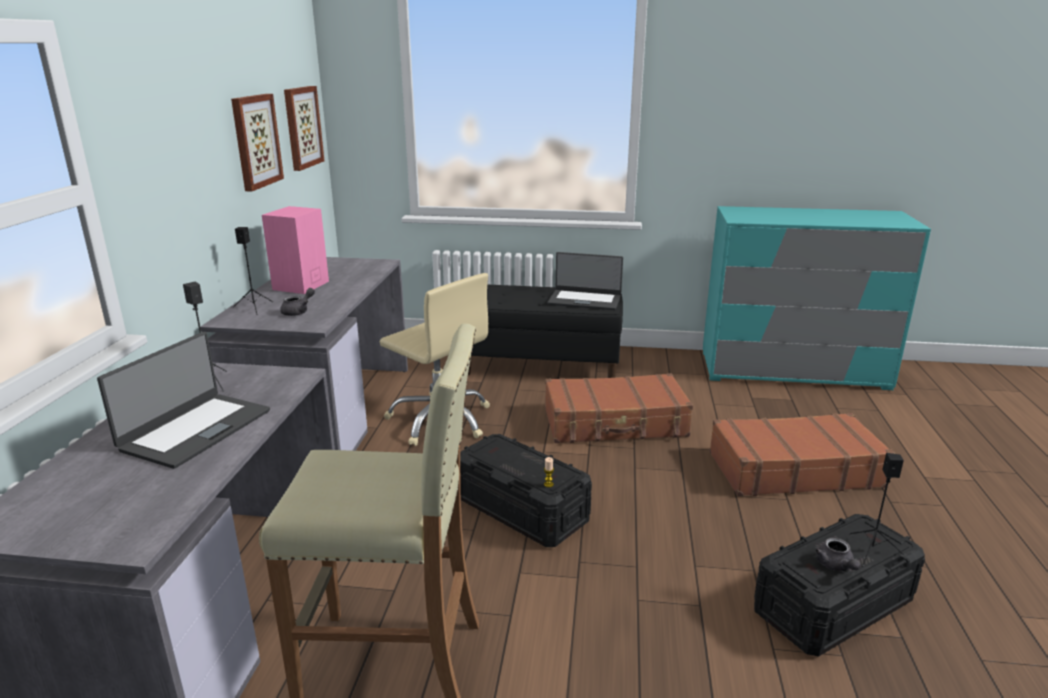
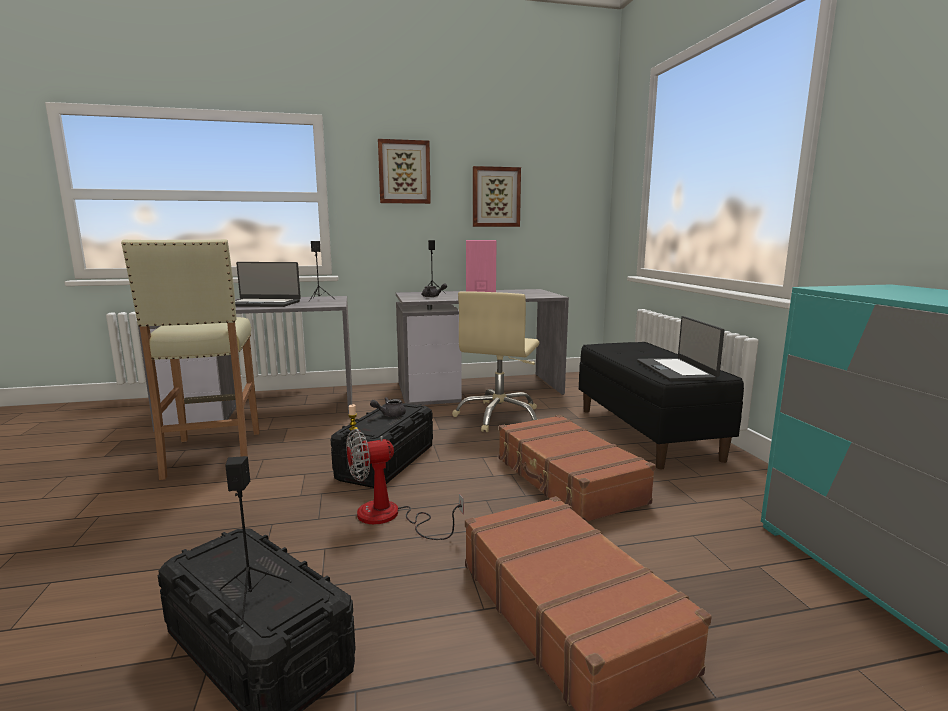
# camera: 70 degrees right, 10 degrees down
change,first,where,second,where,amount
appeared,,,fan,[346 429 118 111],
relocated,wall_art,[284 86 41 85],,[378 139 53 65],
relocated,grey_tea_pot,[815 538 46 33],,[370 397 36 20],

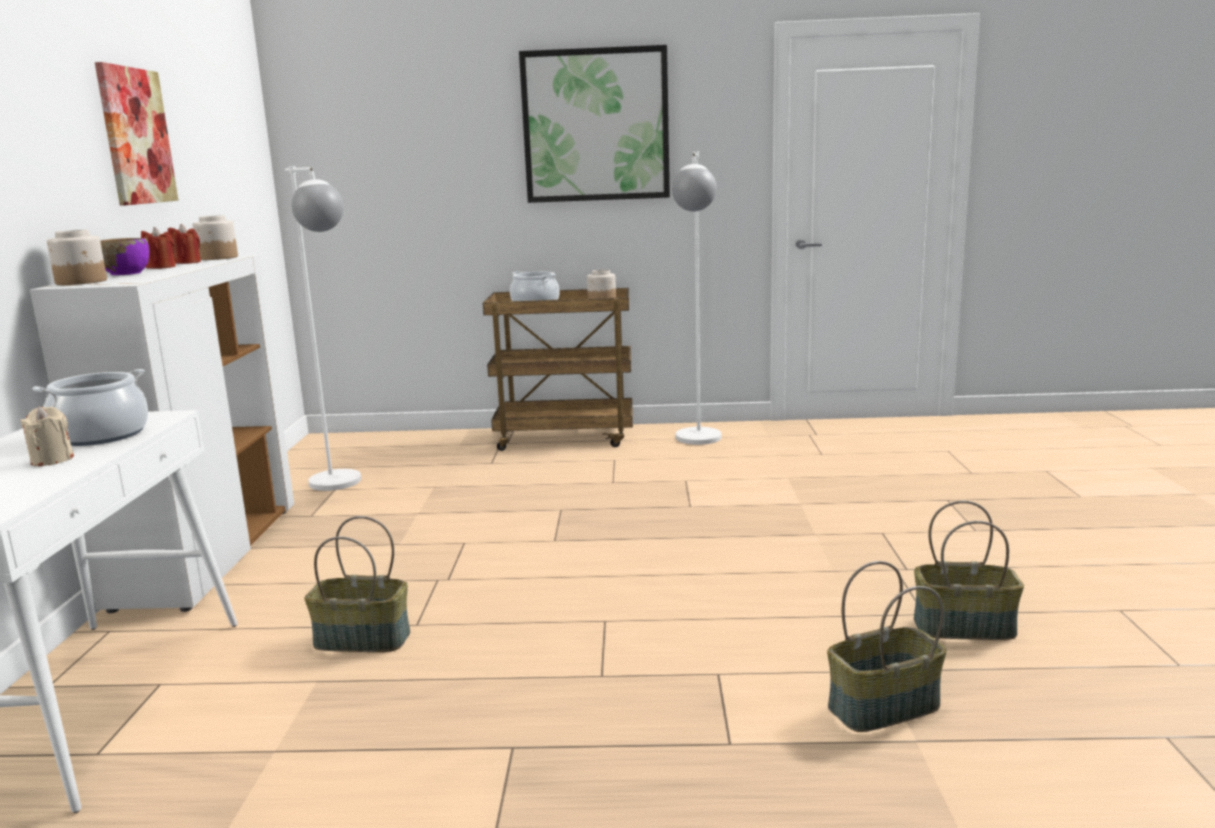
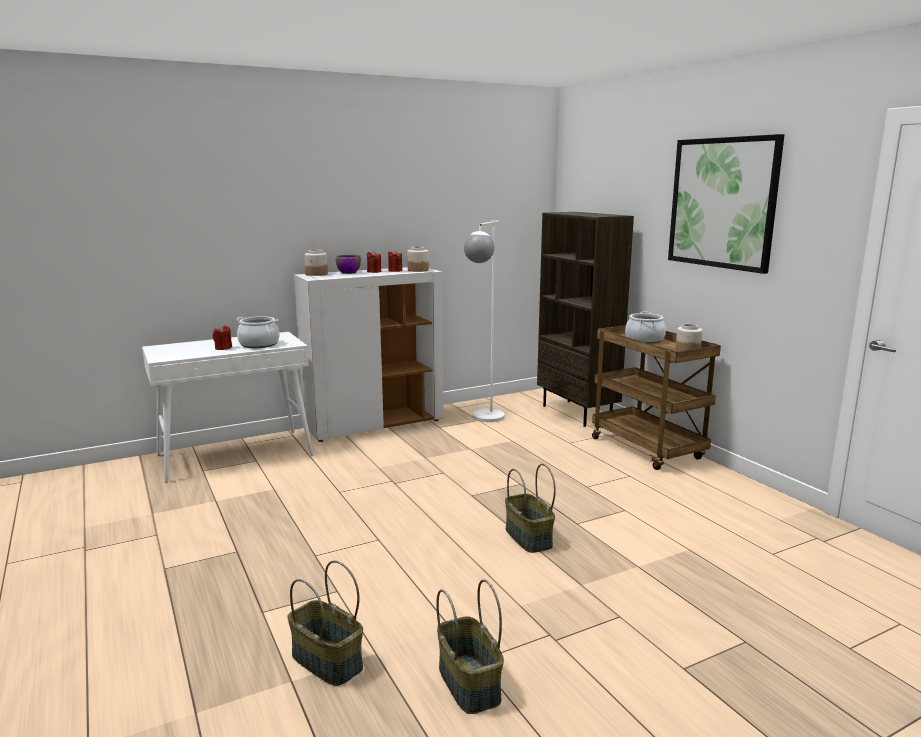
# camera: 60 degrees right, 0 degrees up
change,first,where,second,where,amount
missing,wall_art,[95 62 83 144],,,
missing,white-coloured_floor_lamp,[672 151 49 294],,,
appeared,,,brown_shelving_unit,[537 212 97 215],
relocated,basket,[304 516 106 136],,[505 464 51 89],
colour,beige_wax_candle,[20 406 54 60],red-coloured_wax_candle,[213 325 19 25],

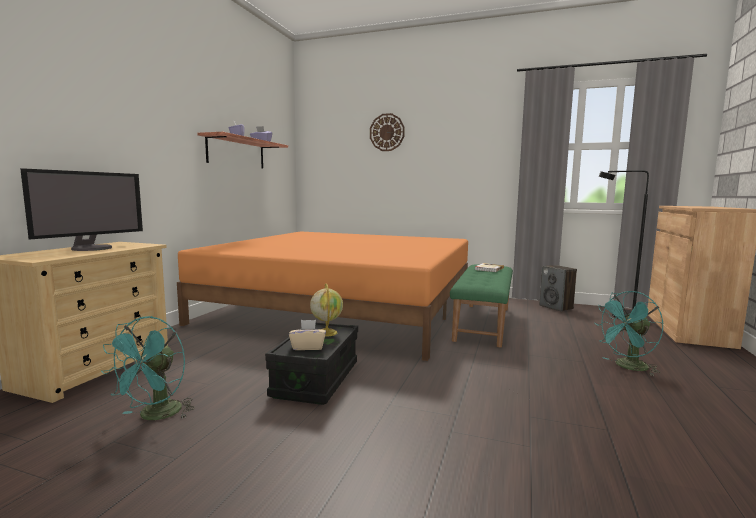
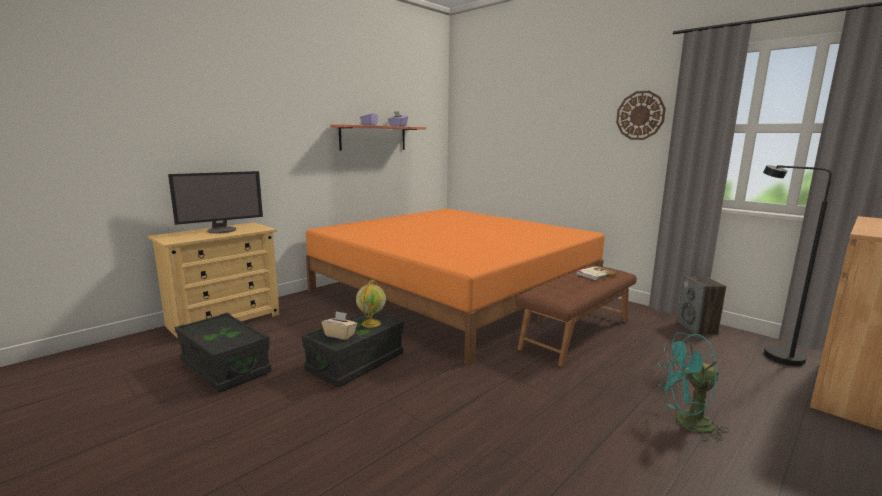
# camera: 25 degrees right, 5 degrees up
change,first,where,second,where,amount
relocated,hanging_clock,[370 113 35 38],,[616 91 50 49],
exchanged,blue-green_fan,[101 316 94 104],black-coloured_storage_container,[175 313 97 79],
colour,greenish_indoor_bench,[450 264 63 83],brown_indoor_bench,[515 265 122 101],

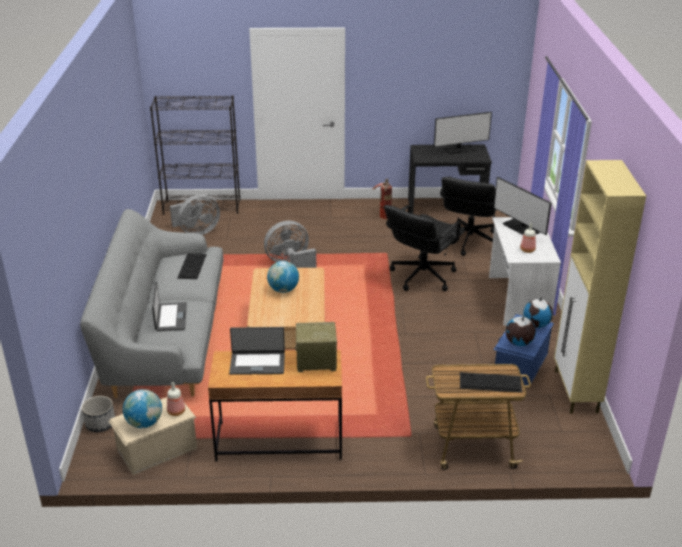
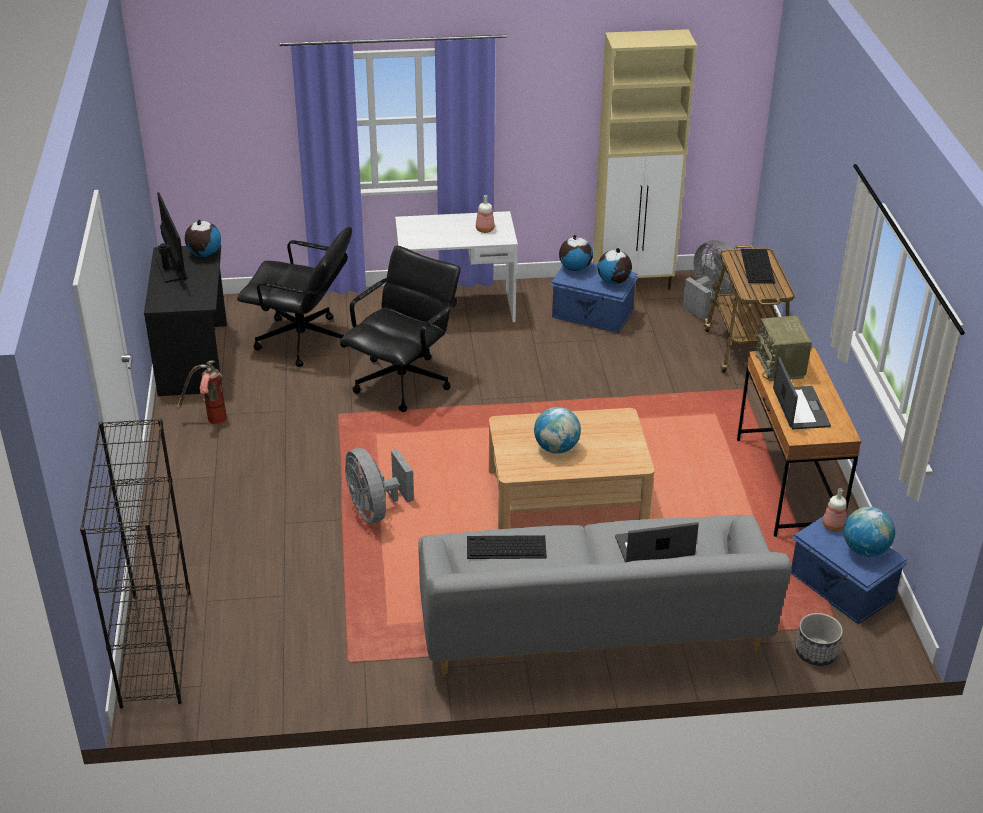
# camera: 95 degrees left, 5 degrees up
change,first,where,second,where,amount
missing,monitor,[494 177 57 58],,,
appeared,,,world_globe,[185 219 36 38],
relocated,grey_fan,[170 194 50 41],,[682 240 61 81],
colour,beige_storage_container,[108 397 89 78],blue_storage_container,[791 516 116 108],
spun,black-coloured_desk_chair,[384 205 81 86],,[340 246 121 166],90 degrees counterclockwise

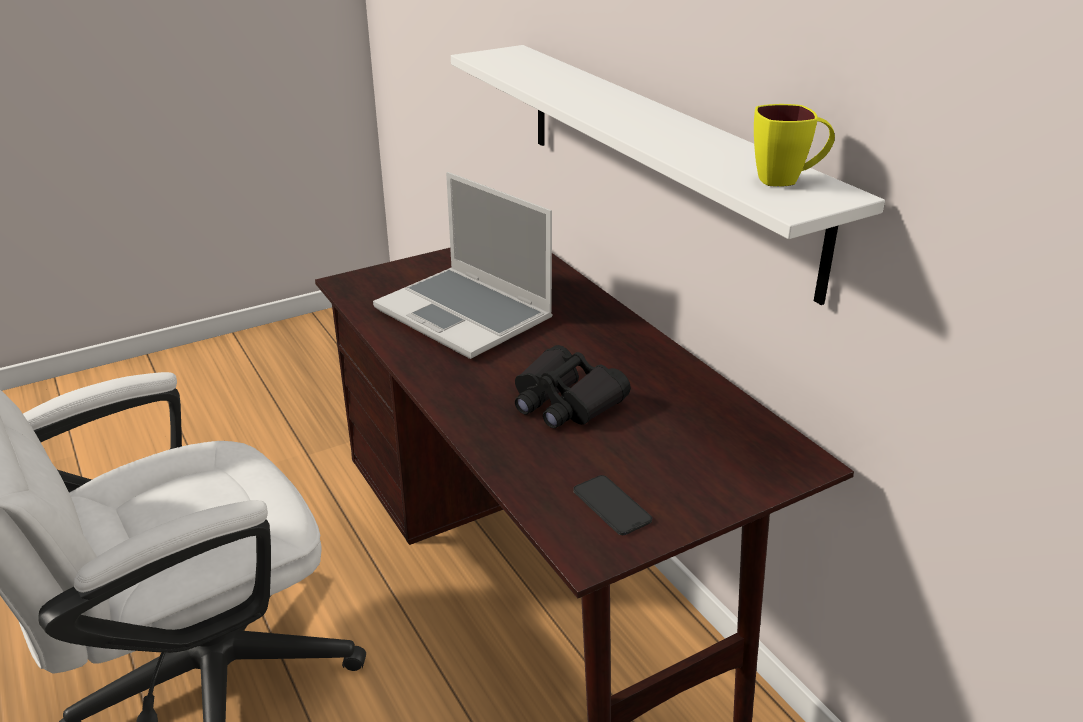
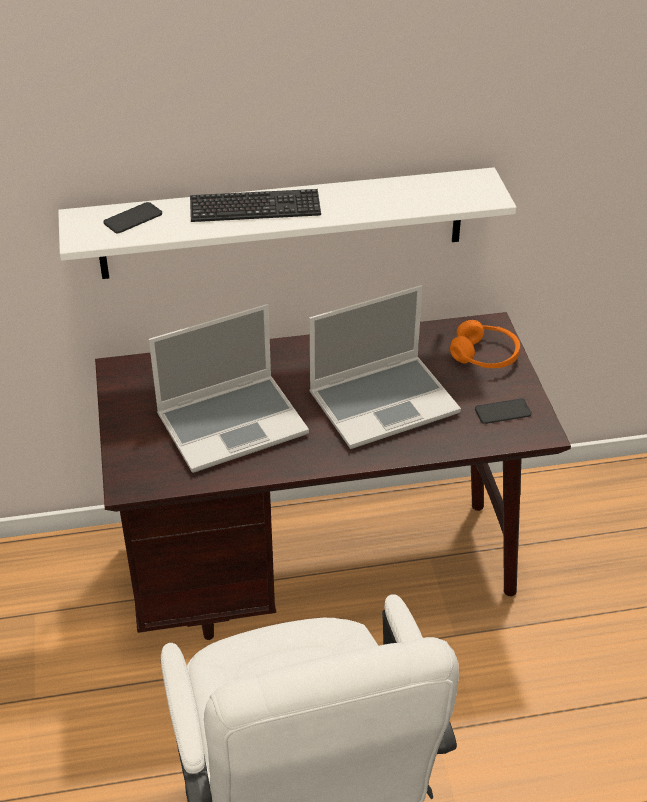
# camera: 70 degrees left, 10 degrees up
change,first,where,second,where,amount
missing,yellowish_mug,[754 104 81 83],,,
appeared,,,phone,[103 202 59 31],
appeared,,,keyboard,[190 189 131 33],
appeared,,,orange_pair_of_headphones,[450 320 70 48],
exchanged,black-coloured_field_glasses,[515 345 116 83],laptop,[309 285 152 164],

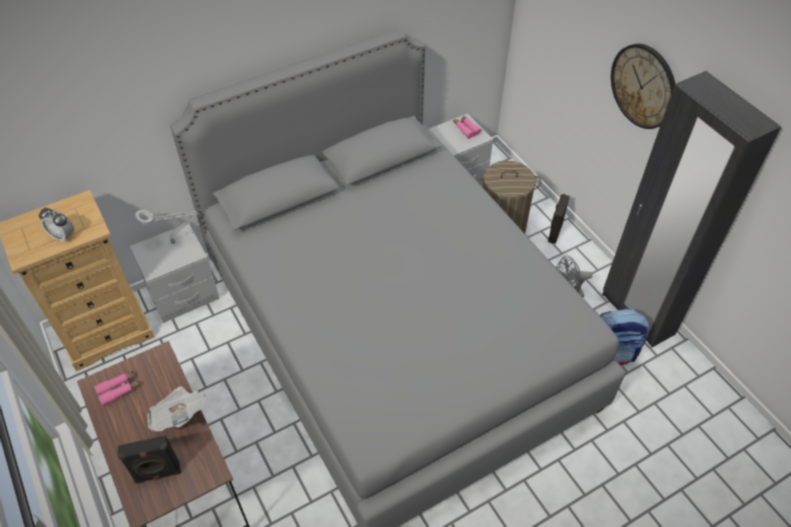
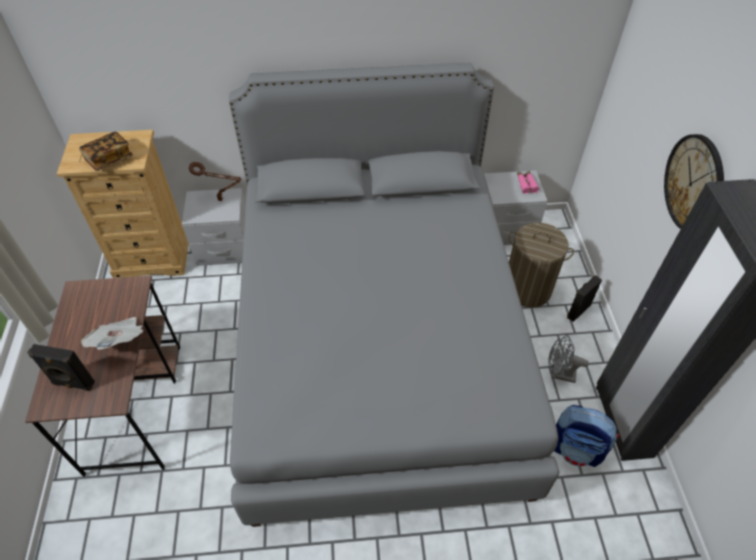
# camera: 25 degrees right, 0 degrees up
change,first,where,second,where,amount
missing,pinkish_field_glasses,[94 371 46 35],,,
exchanged,bedside_clock,[39 208 35 34],bound_book,[79 132 54 39],
colour,grey_tabletop_lamp,[135 210 63 34],brown_tabletop_lamp,[189 162 52 39],

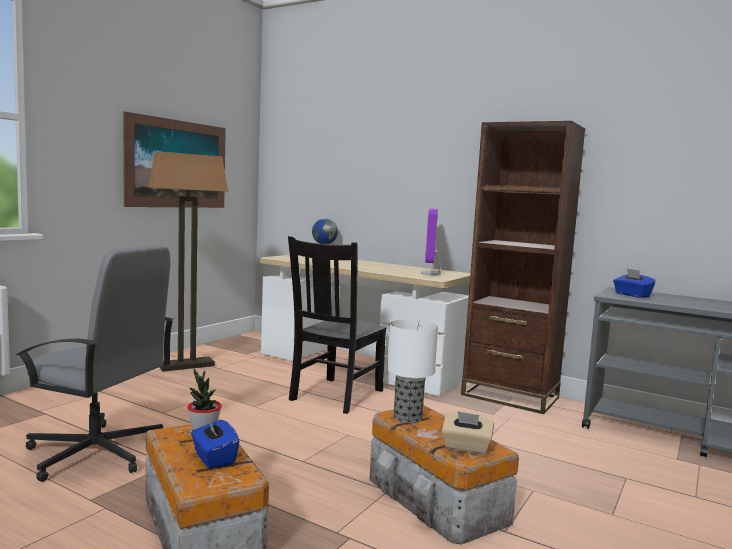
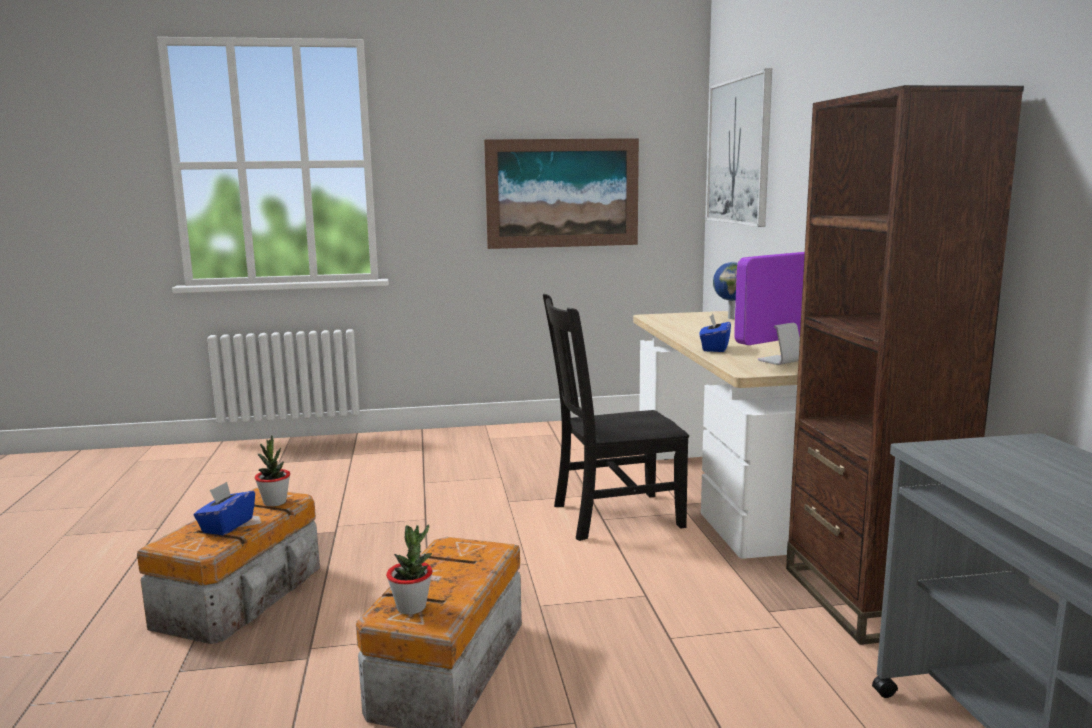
# camera: 50 degrees right, 5 degrees up
change,first,where,second,where,amount
missing,grey_desk_chair,[16 245 158 237],,,
missing,floor_lamp,[148 152 80 220],,,
missing,tabletop_lamp,[387 319 51 104],,,
appeared,,,wall_art,[706 69 66 158],
relocated,blue_tissue_box,[613 268 43 30],,[700 314 31 38],
exchanged,beige_tissue_box,[441 411 53 44],houseplant,[386 525 47 90],

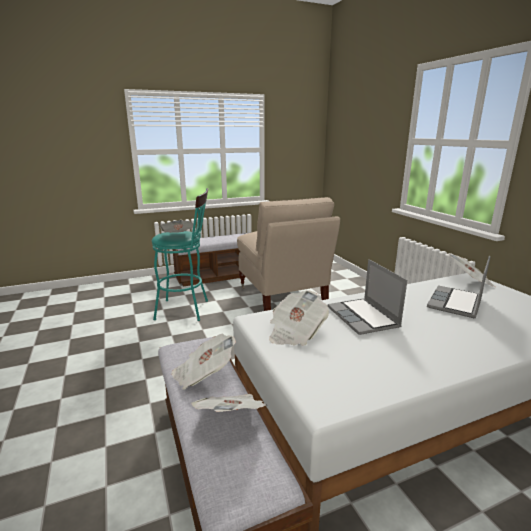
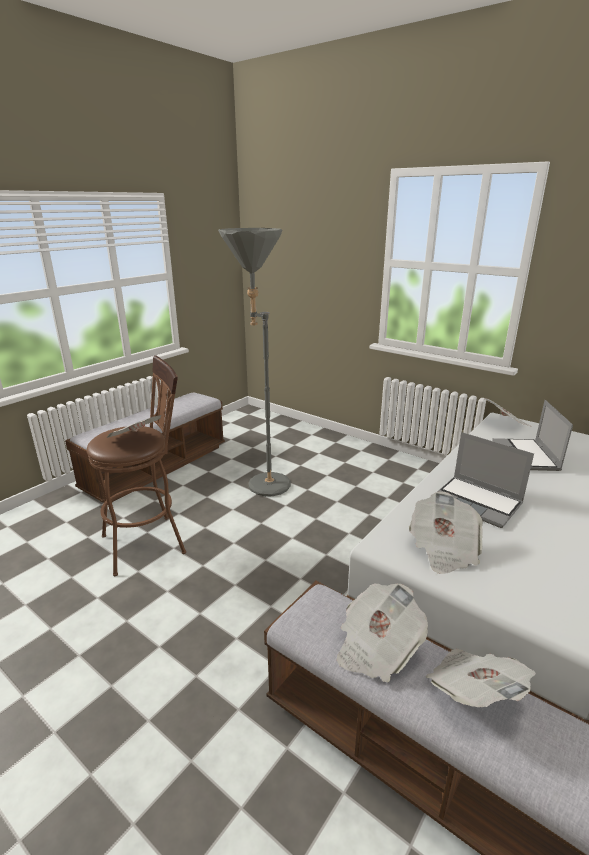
# camera: 30 degrees left, 5 degrees up
change,first,where,second,where,amount
exchanged,beige_plain_chair,[237 197 103 114],grey_floor_lamp,[218 228 73 269],
colour,blue-green_sitting_stool,[152 188 56 133],brown_sitting_stool,[87 355 99 221],

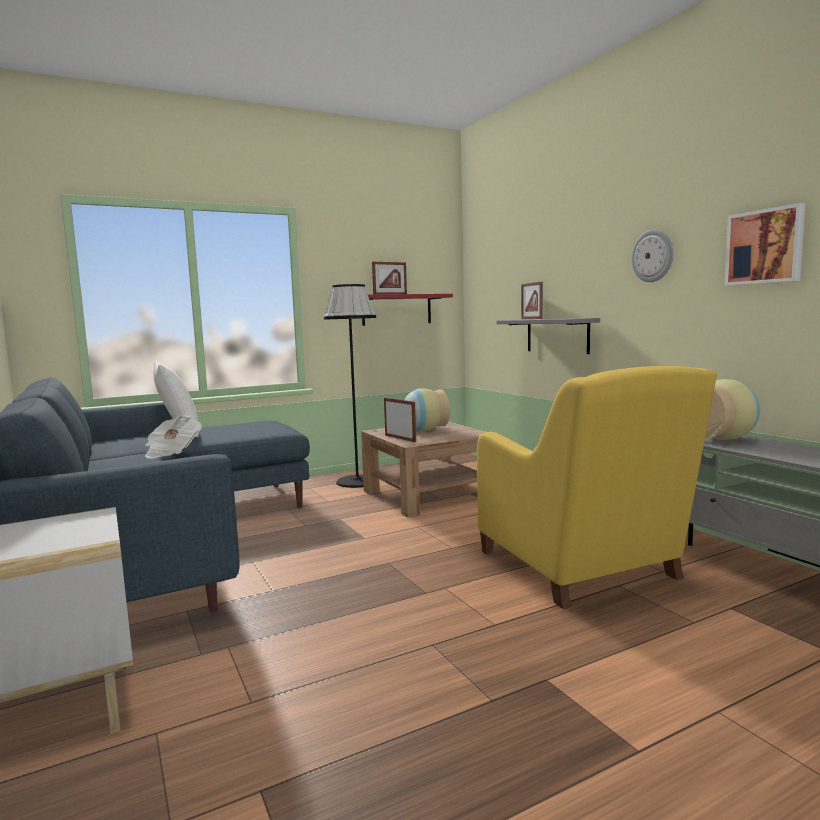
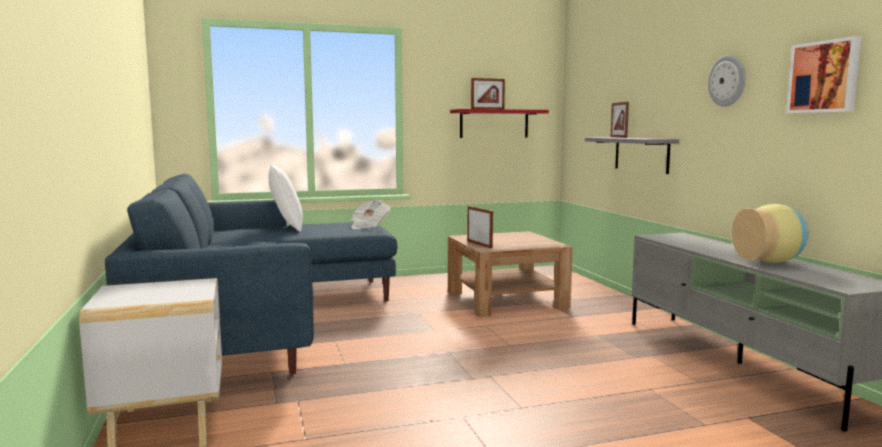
# camera: 10 degrees right, 0 degrees up
change,first,where,second,where,amount
missing,black-coloured_floor_lamp,[324 284 52 204],,,
missing,decorative_vase,[404 388 46 43],,,
missing,yellowish_armchair,[477 366 240 243],,,
relocated,newspaper,[145 415 57 43],,[351 200 40 29],

